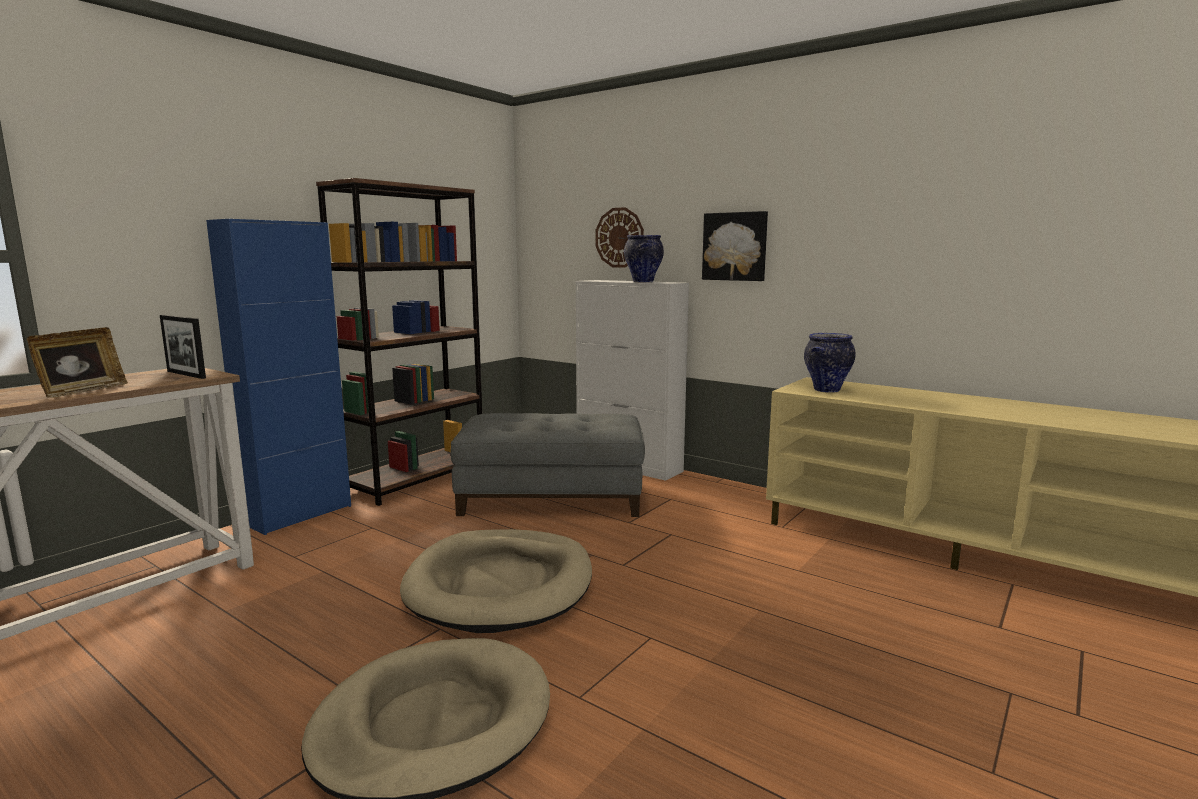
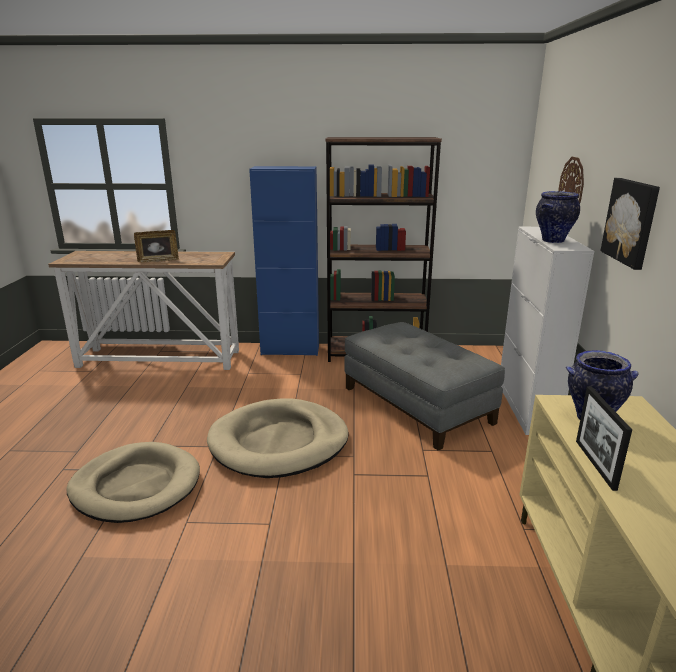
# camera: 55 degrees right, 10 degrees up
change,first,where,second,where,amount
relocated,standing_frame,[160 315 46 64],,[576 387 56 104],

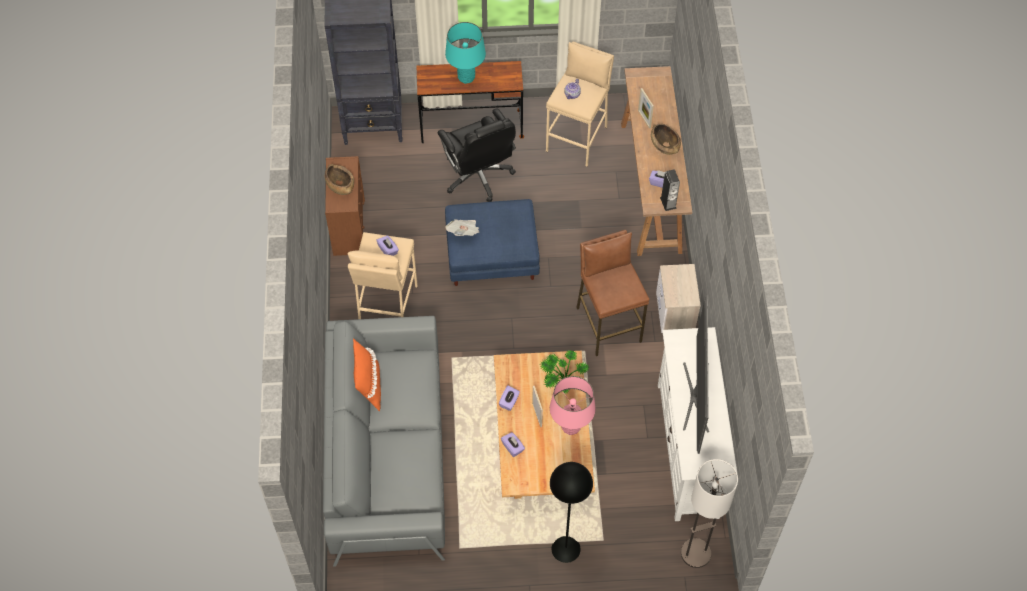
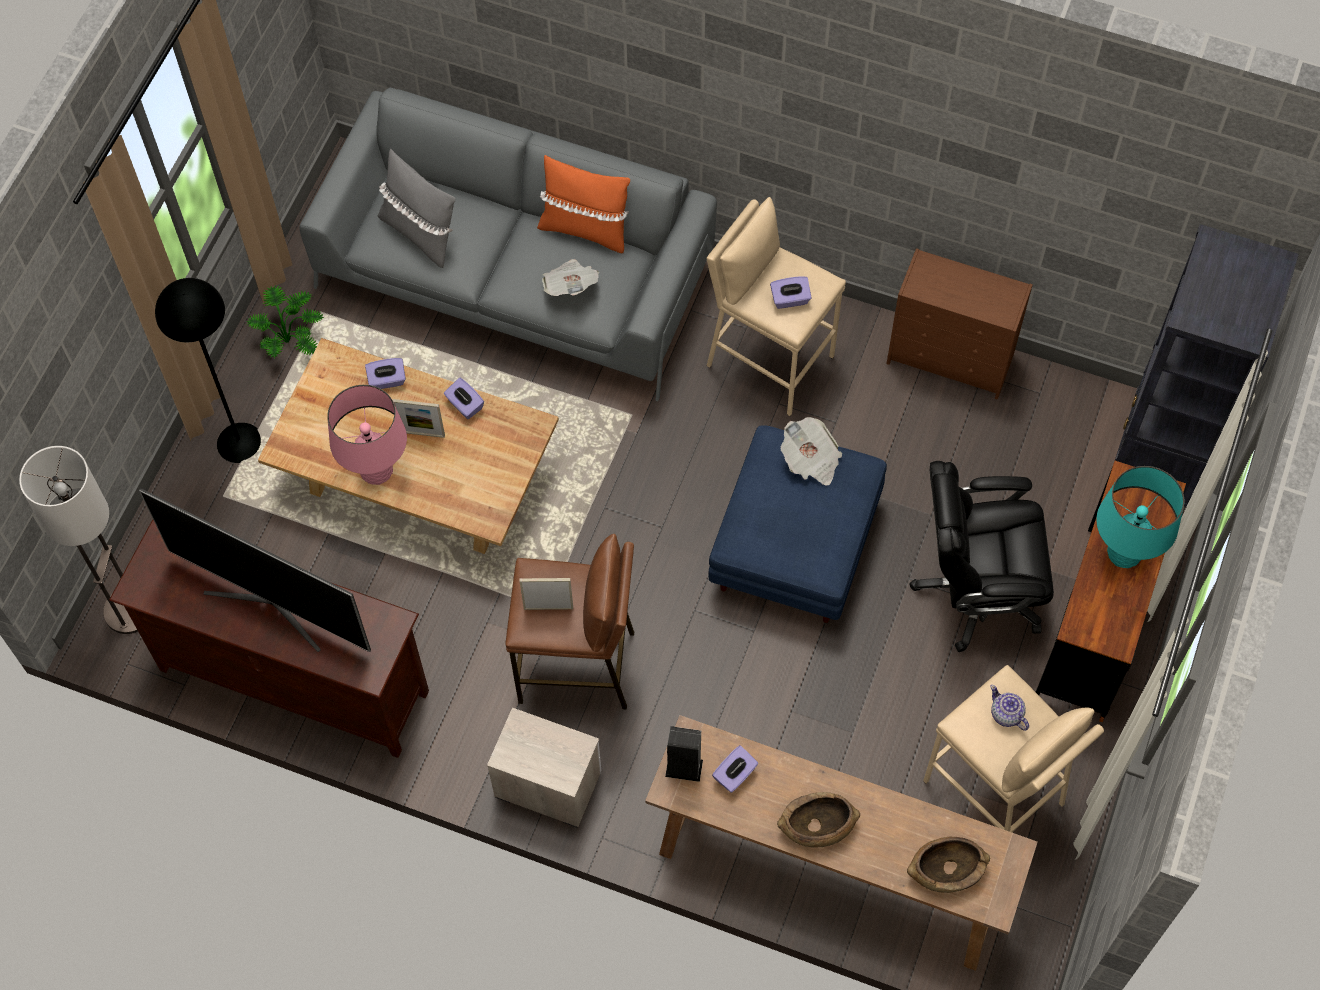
# camera: 115 degrees right, 5 degrees up
change,first,where,second,where,amount
appeared,,,grey_cushion,[378 149 77 119],
appeared,,,newspaper,[542 259 57 37],
relocated,brown_bowl,[325 164 29 31],,[907 837 83 56],
relocated,houseplant,[540 350 49 44],,[246 286 78 72],
relocated,standing_frame,[638 88 16 40],,[520 578 53 32],
colour,white-coloured_tv_stand,[658 327 80 194],brown_tv_stand,[109 520 320 238],

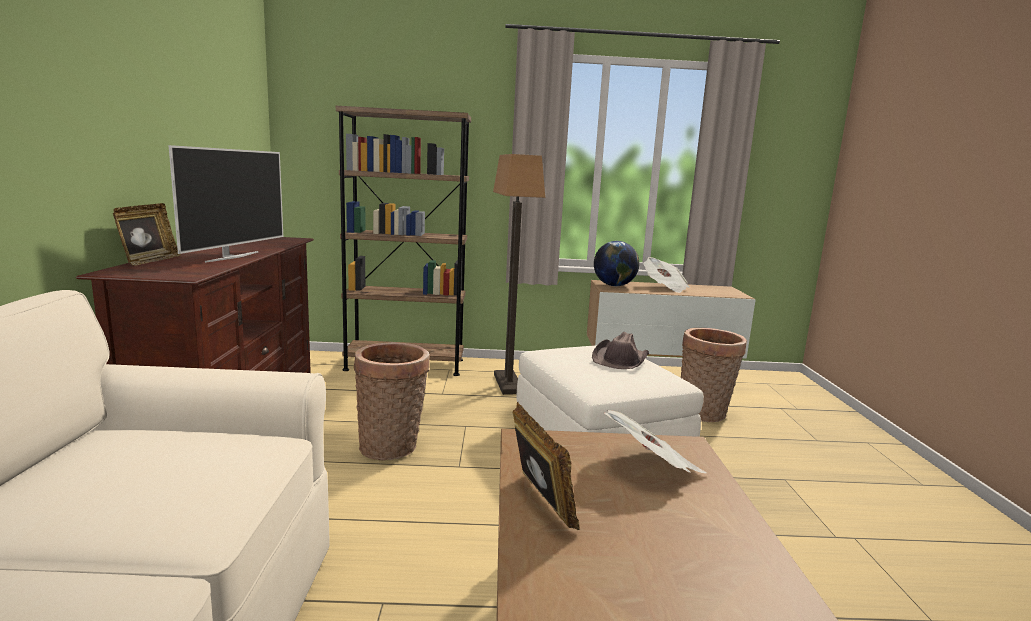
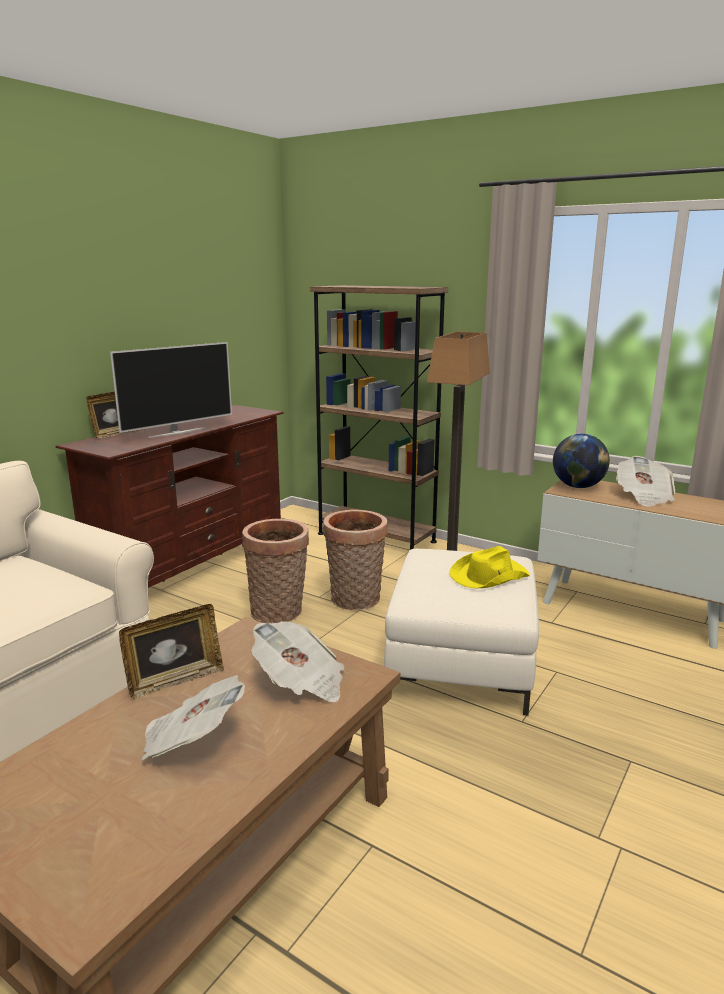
# camera: 35 degrees right, 5 degrees up
change,first,where,second,where,amount
appeared,,,newspaper,[141 675 104 85],
relocated,basket,[681 328 66 94],,[323 509 64 101],
colour,brown_wearable_hat,[592 332 57 37],yellowish_wearable_hat,[449 546 81 42],
spun,standing_frame,[512 402 67 128],,[119 604 105 95],45 degrees clockwise

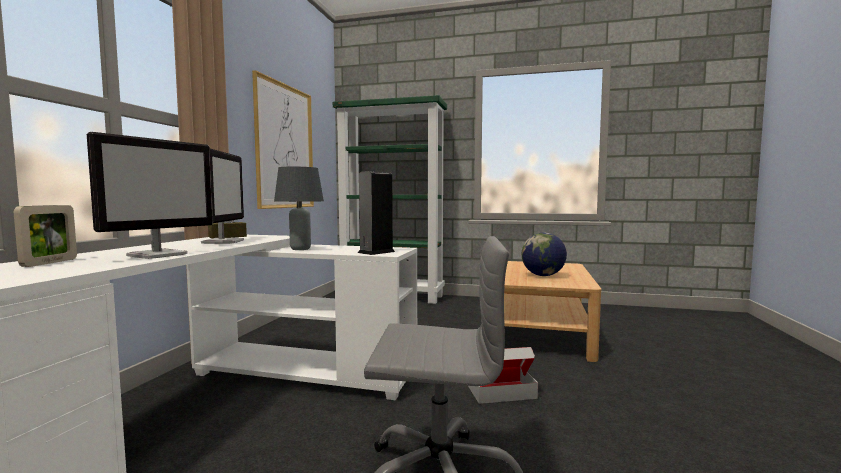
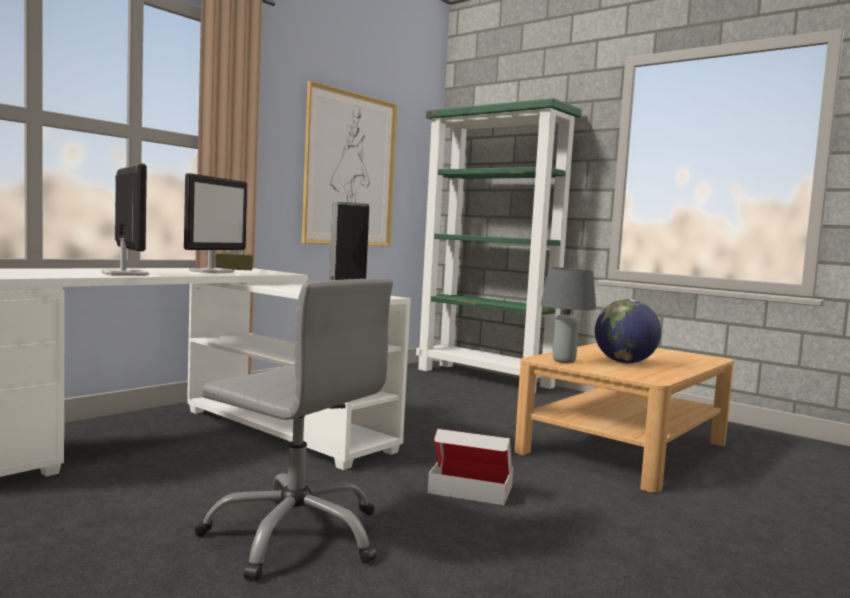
# camera: 25 degrees right, 0 degrees up
change,first,where,second,where,amount
missing,standing_frame,[14 205 63 62],,,
relocated,grey_tabletop_lamp,[274 167 50 83],,[541 267 55 96],
spun,monitor,[87 132 126 127],,[102 163 47 113],90 degrees counterclockwise

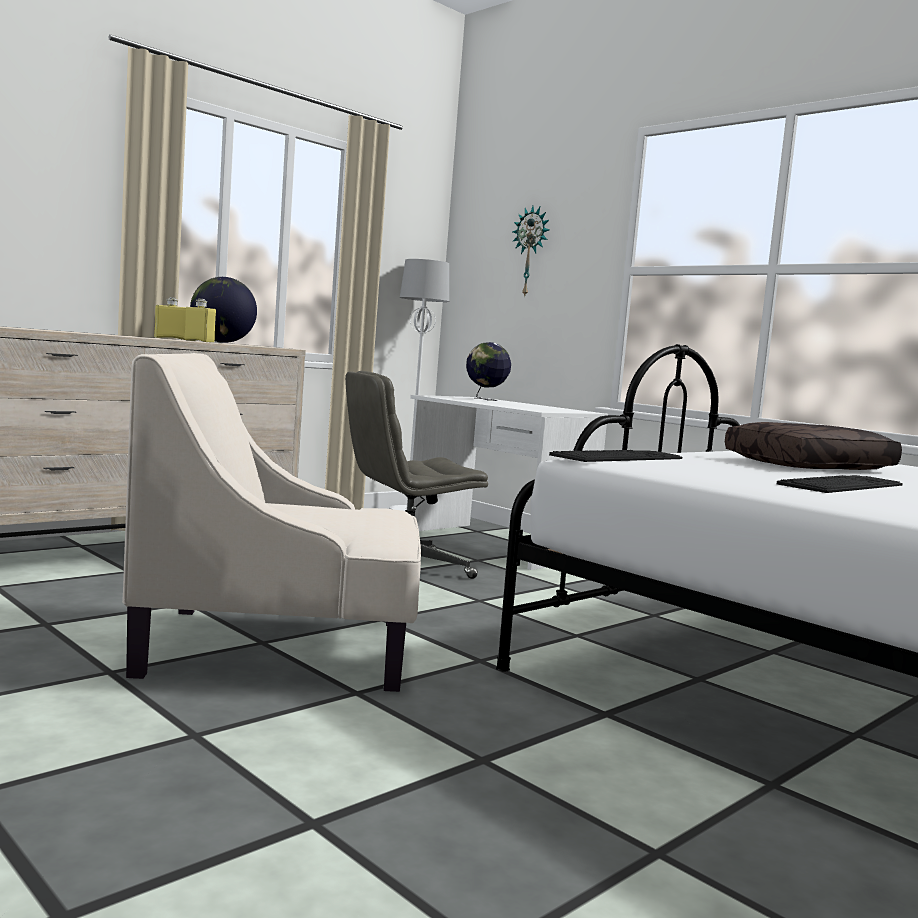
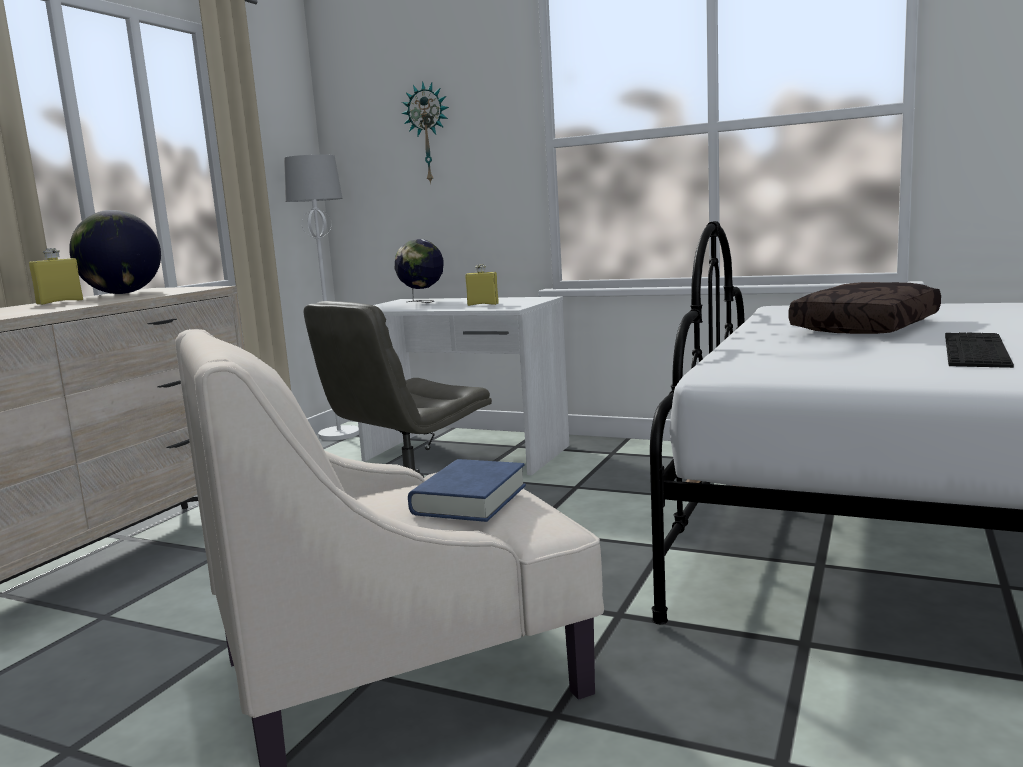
# camera: 20 degrees left, 5 degrees up
change,first,where,second,where,amount
missing,keyboard,[549 450 133 12],,,
appeared,,,blue_bound_book,[408 459 118 63],
relocated,yellowish_bottle,[185 299 31 44],,[465 264 34 42],

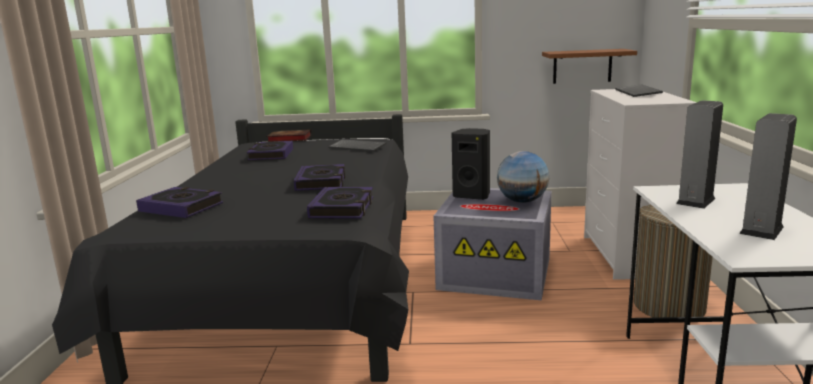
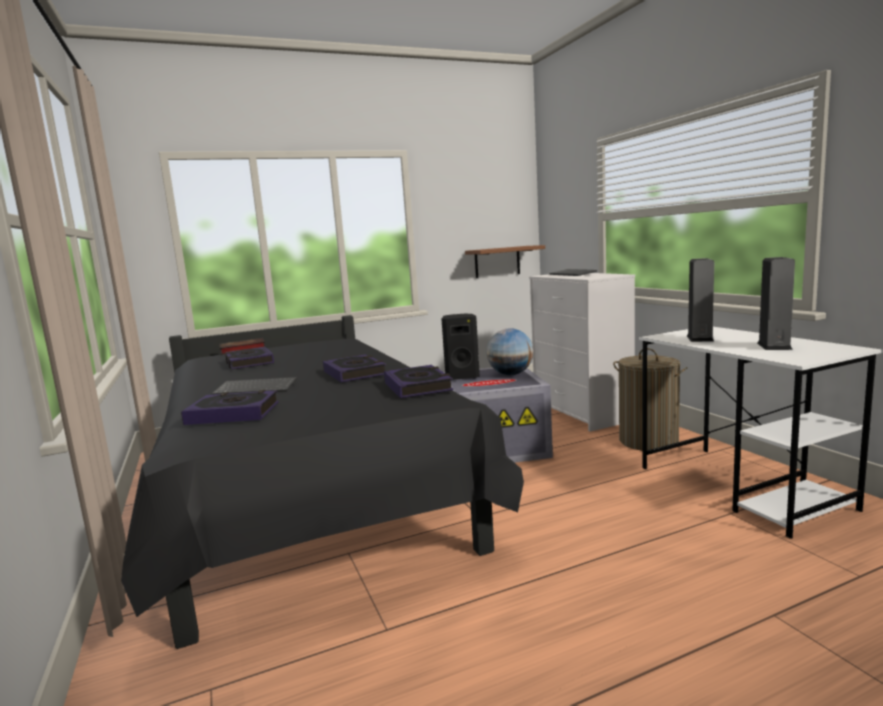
# camera: 25 degrees left, 5 degrees down
change,first,where,second,where,amount
relocated,keyboard,[328 139 58 13],,[212 377 85 18],

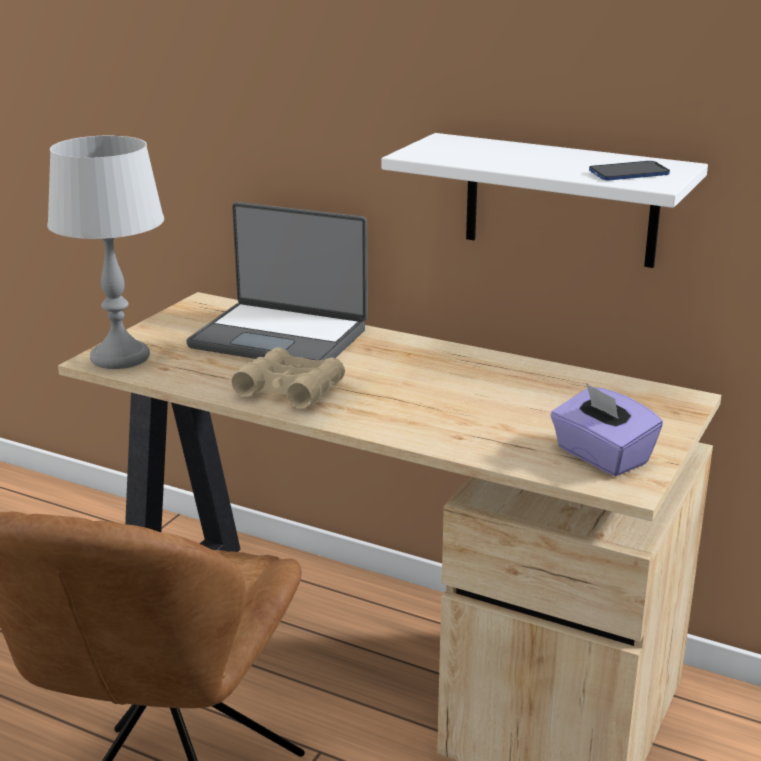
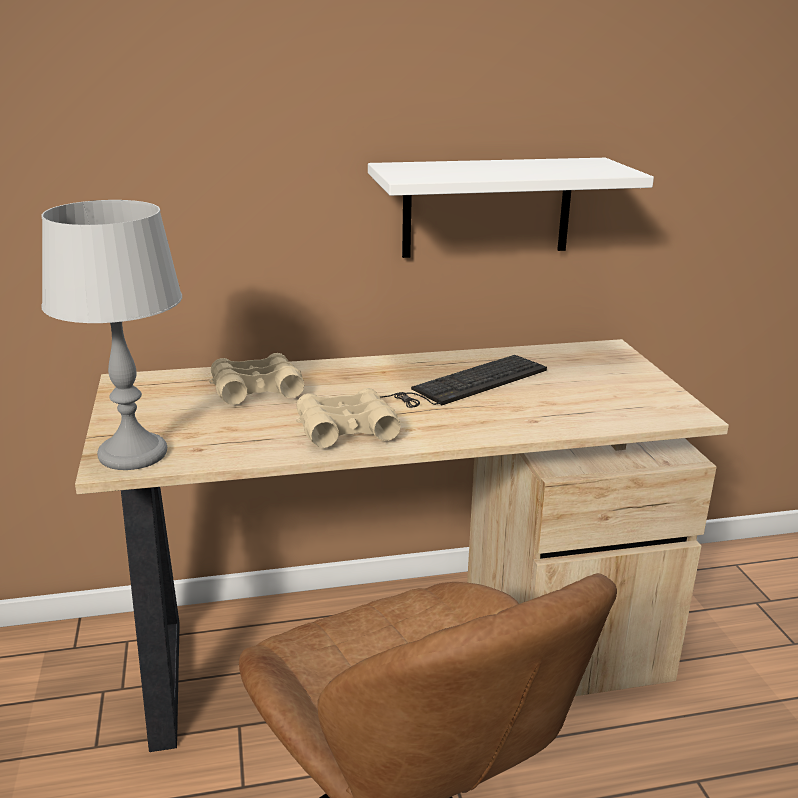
# camera: 40 degrees left, 0 degrees up
change,first,where,second,where,amount
missing,purple_tissue_box,[550 383 113 93],,,
missing,phone,[589 161 81 20],,,
appeared,,,keyboard,[380 355 167 53],
exchanged,laptop,[187 202 181 158],beige_field_glasses,[209 353 95 52],

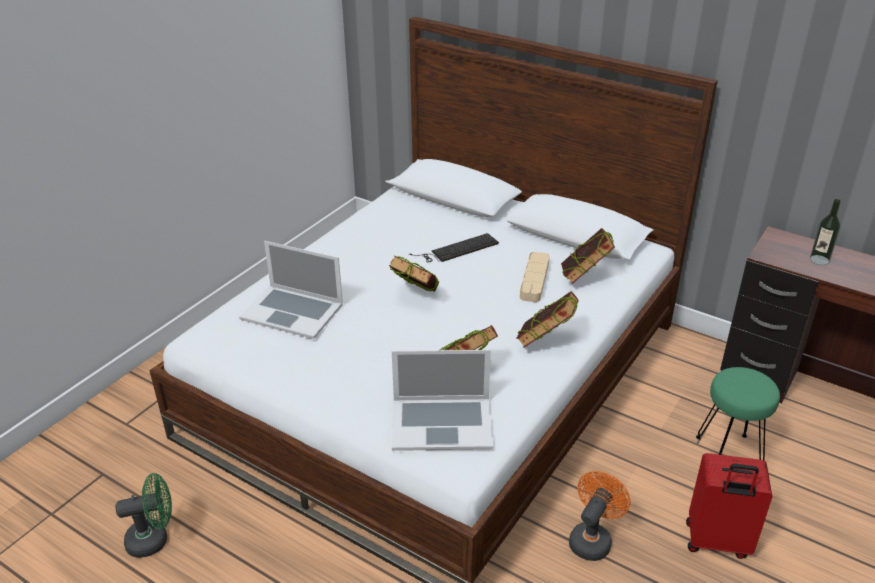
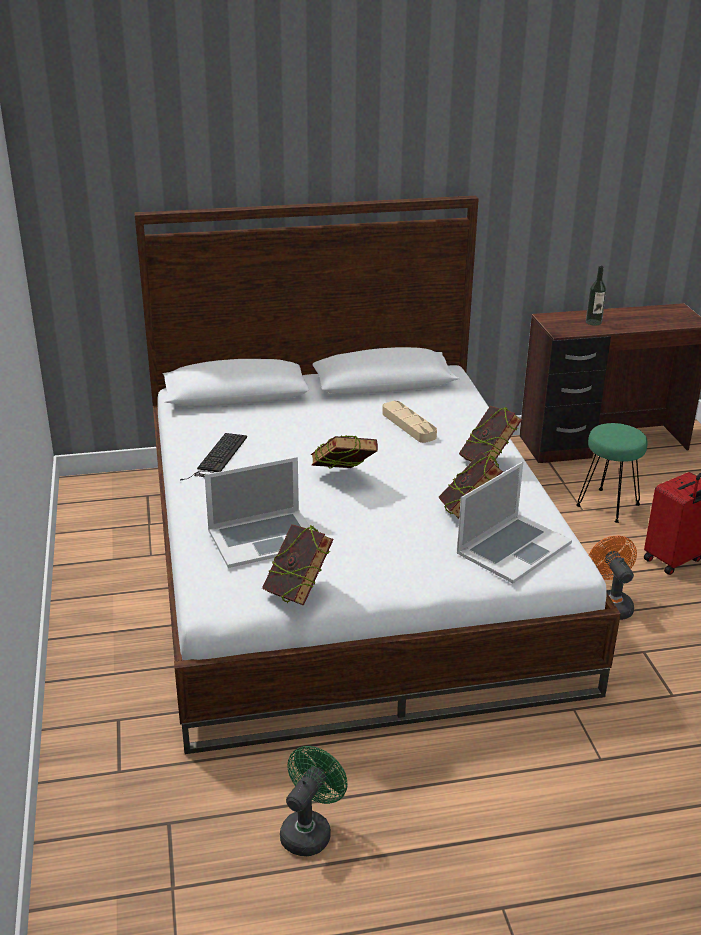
# camera: 45 degrees left, 5 degrees down
change,first,where,second,where,amount
relocated,keyboard,[409 233 90 29],,[180 433 67 47],
relocated,bound_book,[561 228 54 56],,[262 524 72 82],

